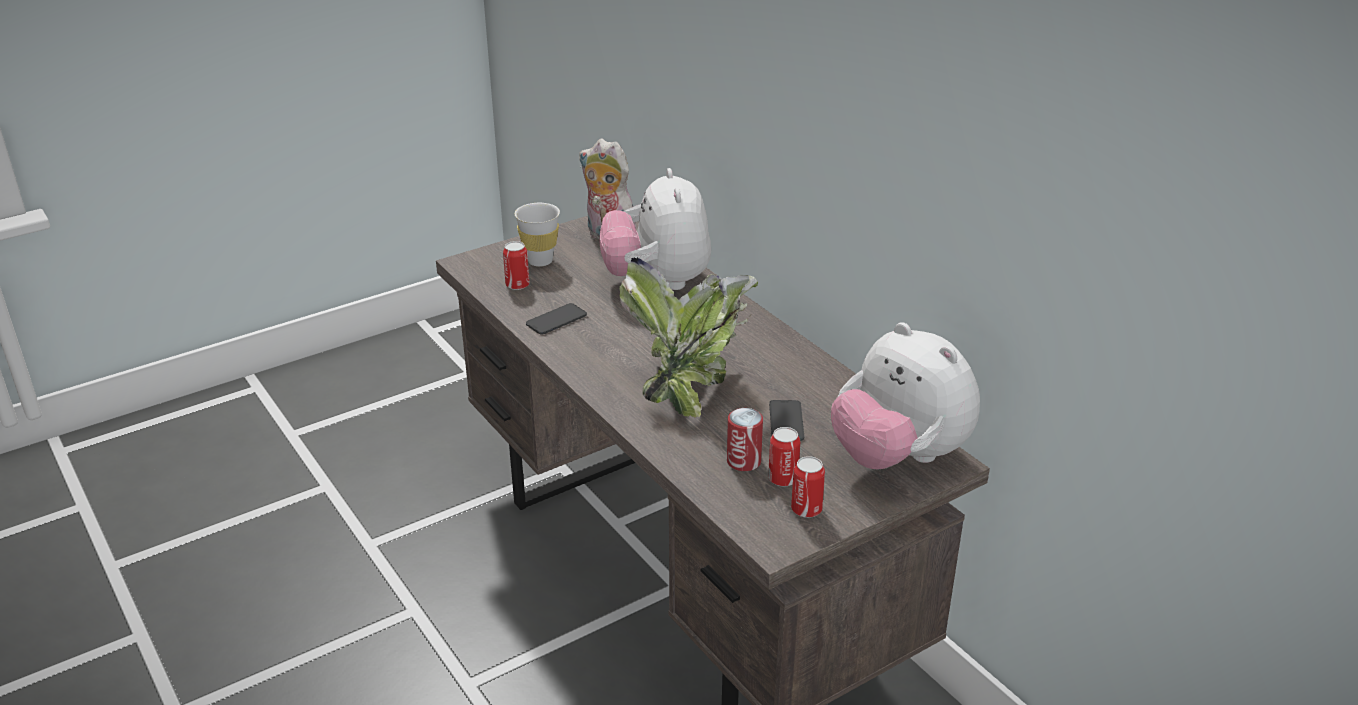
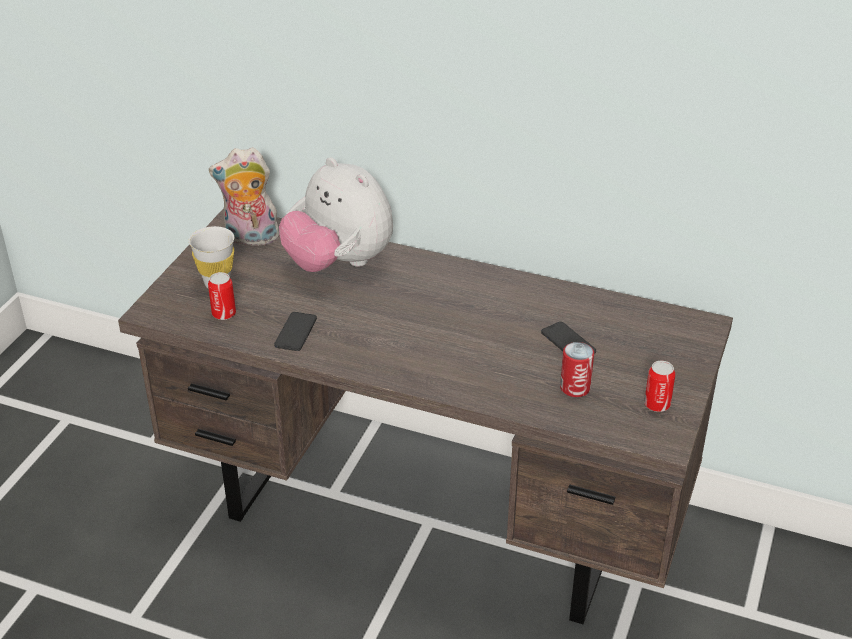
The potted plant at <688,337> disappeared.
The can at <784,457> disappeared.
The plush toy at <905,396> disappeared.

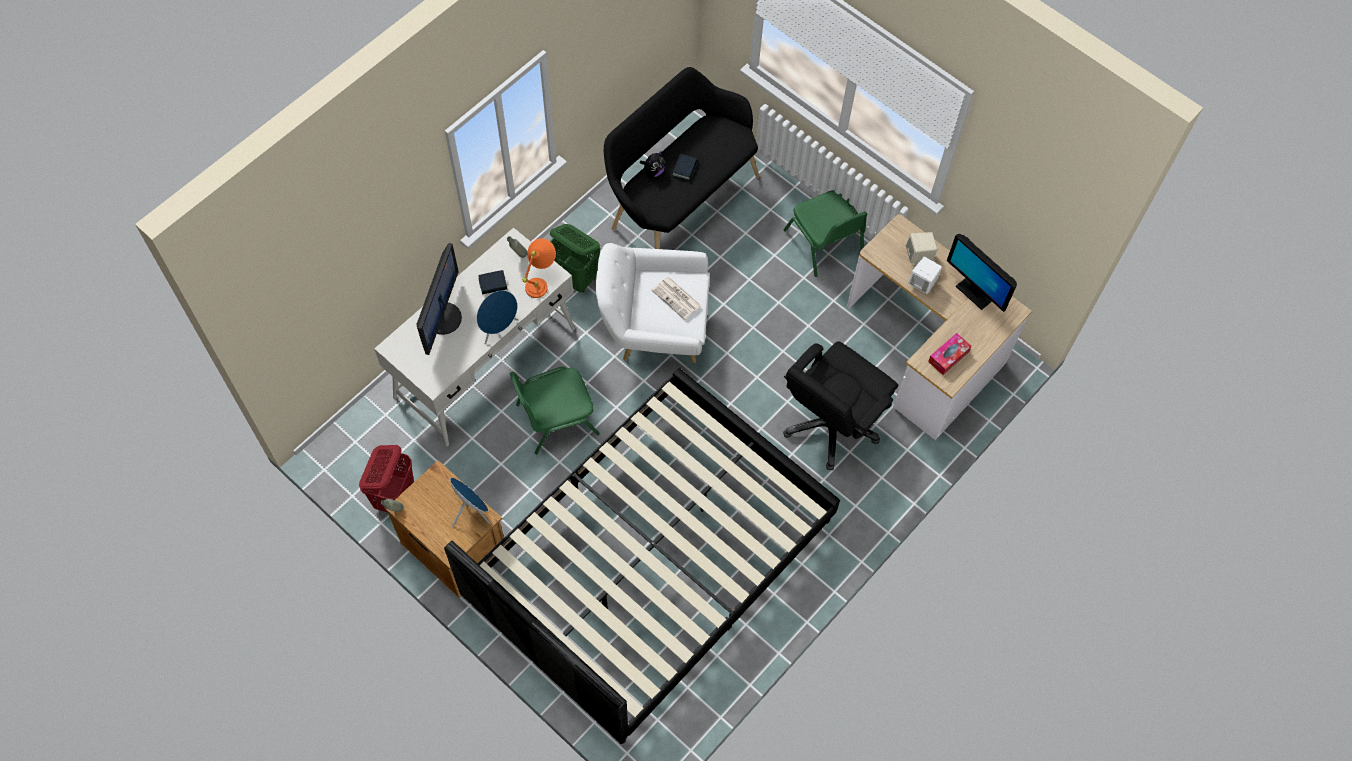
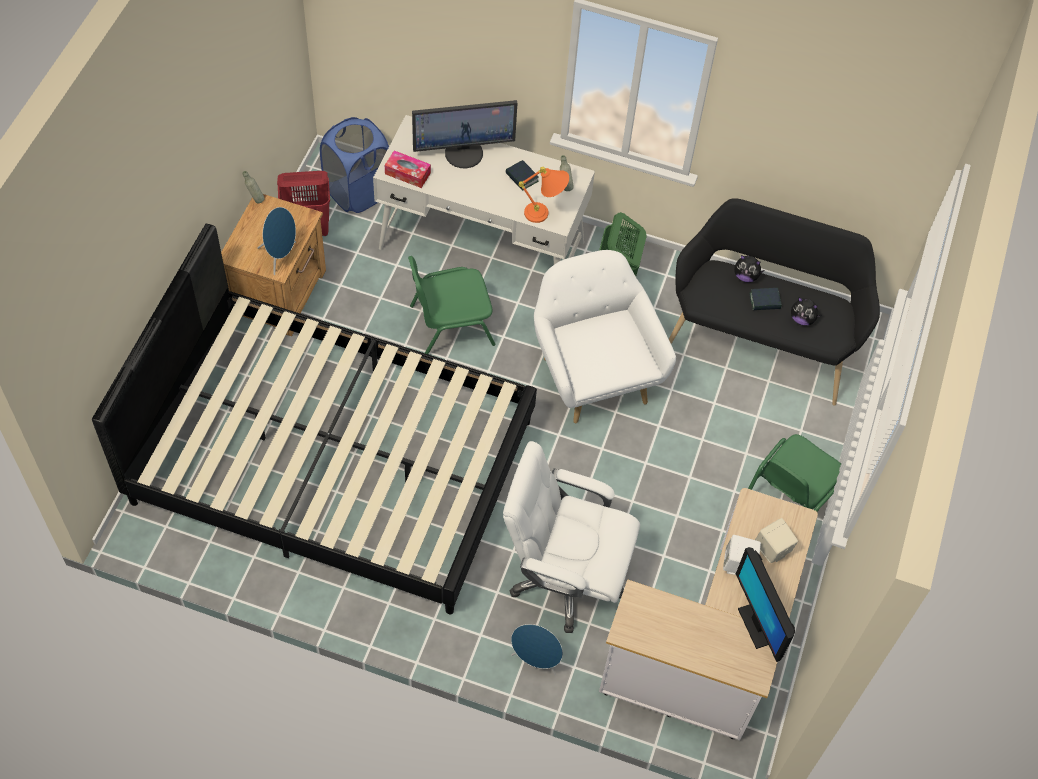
The speaker (blue) moved from <497,317> to <537,650>.
The chair (green) at <555,410> turned 60 degrees counterclockwise.
The newspaper at <676,298> disappeared.
The office chair (black) at <840,405> became the office chair (white) at <571,537>.
The tissue box moved from <950,354> to <408,169>.
The monitor at <982,273> turned 45 degrees counterclockwise.
The laundry basket (blue) at <354,165> appeared.
The plush toy at <806,311> appeared.

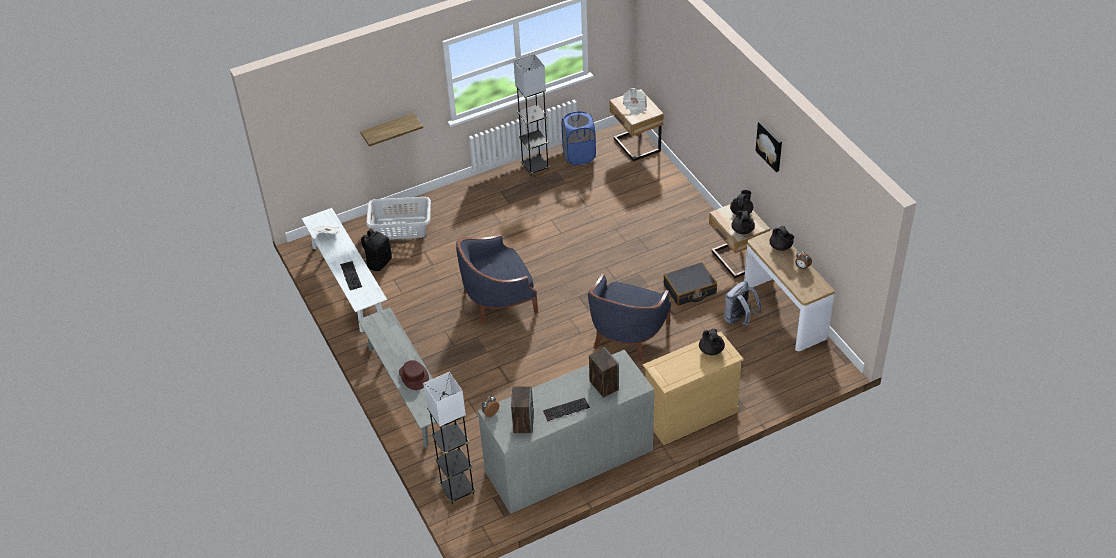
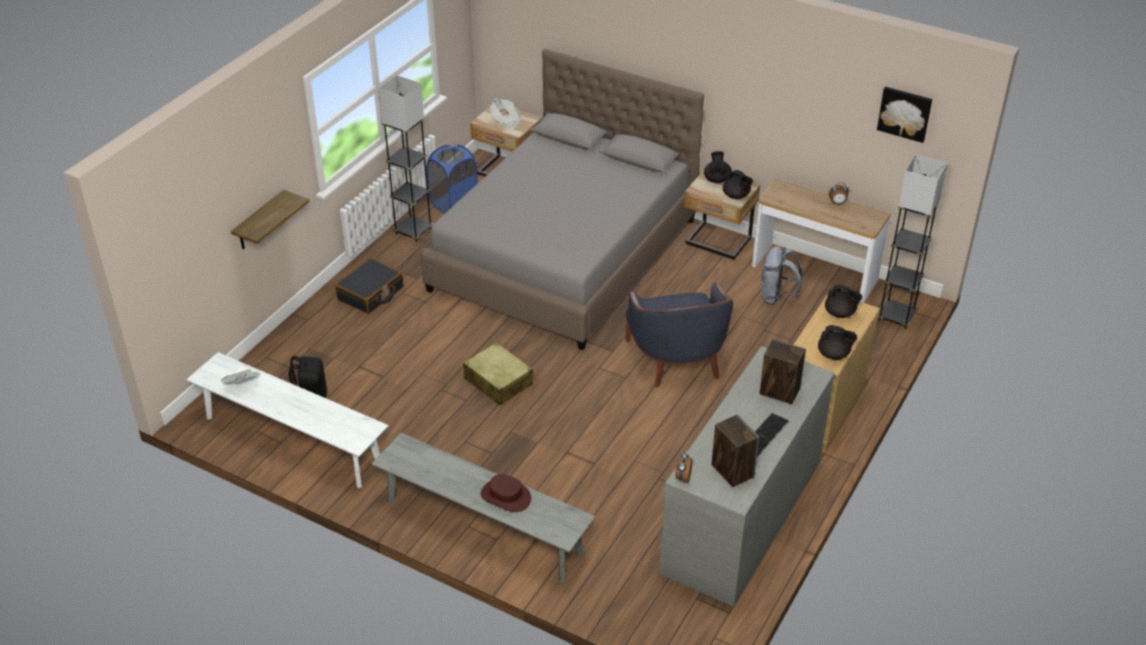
The keyboard at <351,275> disappeared.
The laundry basket (grey) at <398,218> disappeared.
The floor lamp (grey) moved from <449,438> to <913,241>.
The armchair (blue) at <497,279> was replaced by the suitcase (beige) at <498,373>.
The suitcase (black) moved from <690,284> to <369,286>.
The picture moved from <768,146> to <904,115>.
The teapot (black) moved from <781,238> to <837,342>.
The bed (grey) at <562,199> appeared.

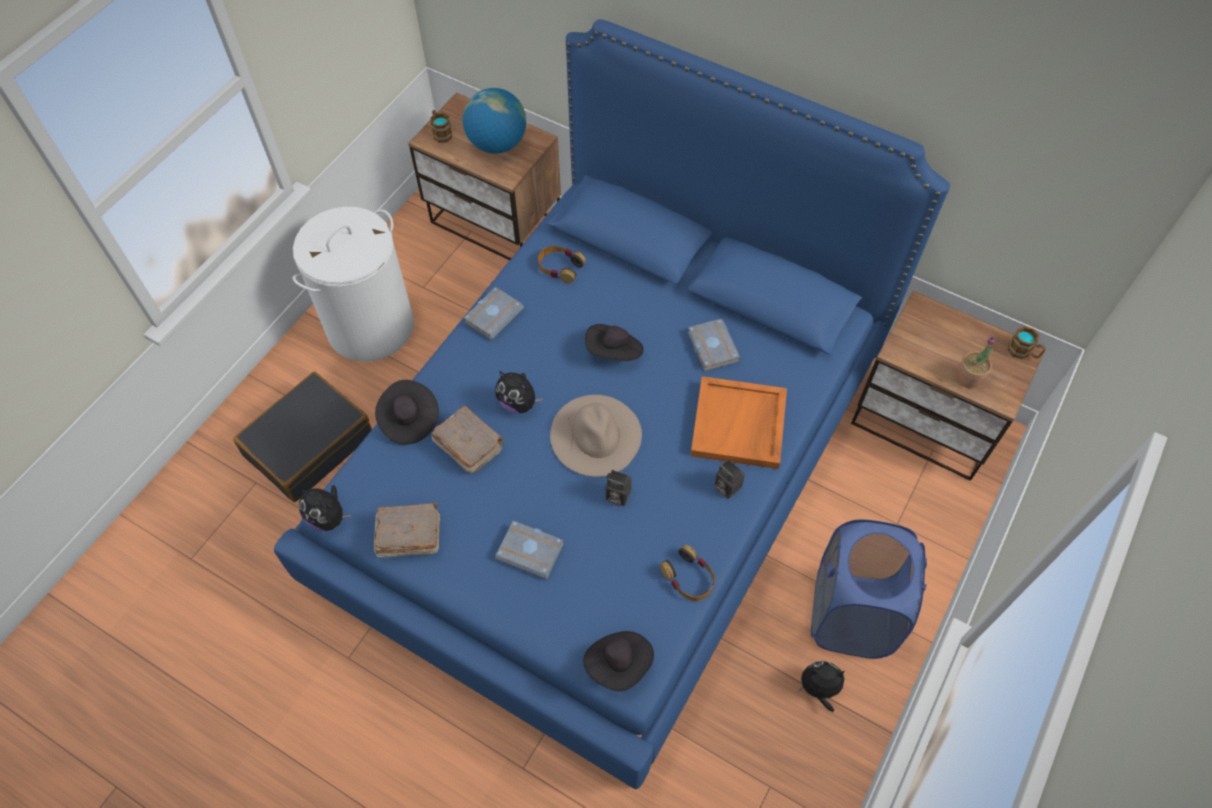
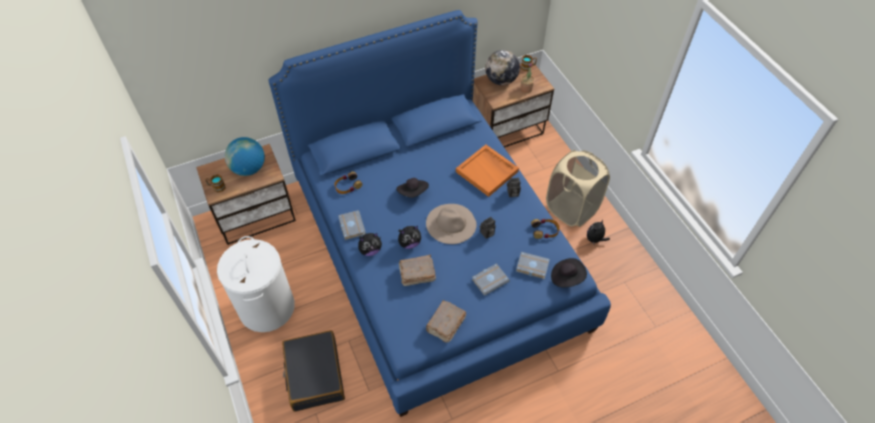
The plush toy moved from <325,508> to <370,244>.
The hat (black) at <407,412> disappeared.
The book (grey) moved from <714,345> to <533,265>.
The laundry basket (blue) at <869,589> became the laundry basket (beige) at <578,188>.
The globe at <502,67> appeared.

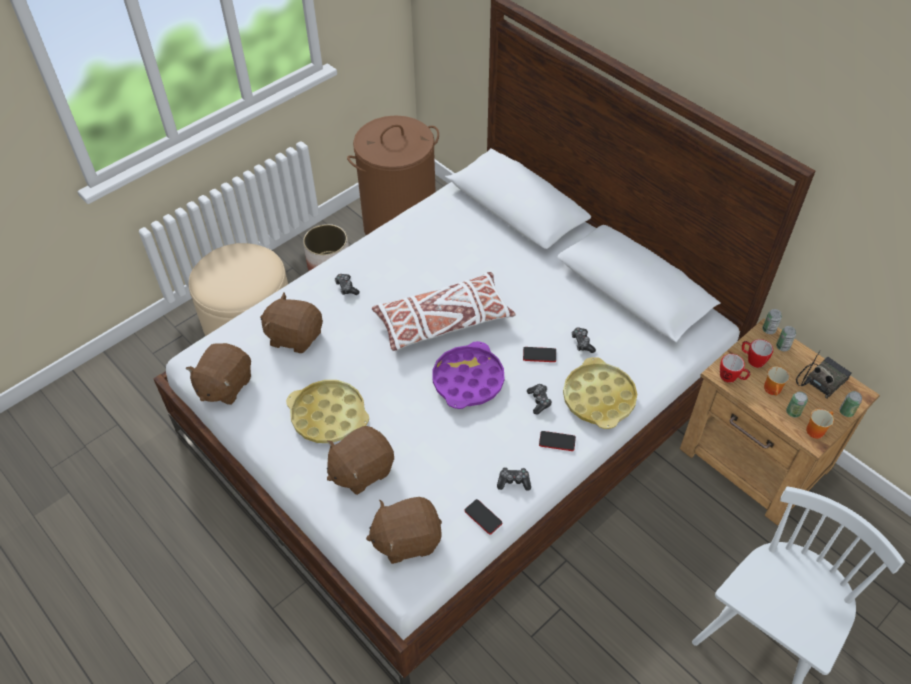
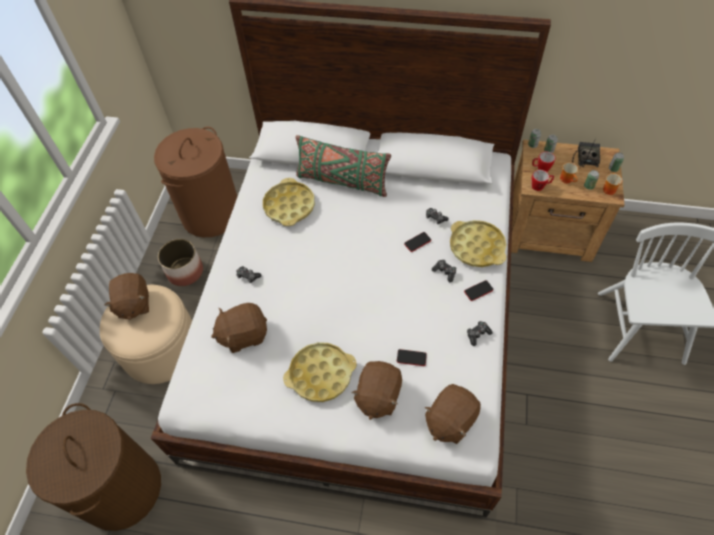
The plush toy (brown) moved from <218,374> to <126,296>.
The pillow (white) at <444,311> disappeared.
The tray (purple) at <468,375> disappeared.
The phone moved from <483,517> to <412,357>.
The laundry basket (brown) at <93,467> appeared.
The tray (yellow) at <289,202> appeared.
The pillow (green) at <343,166> appeared.

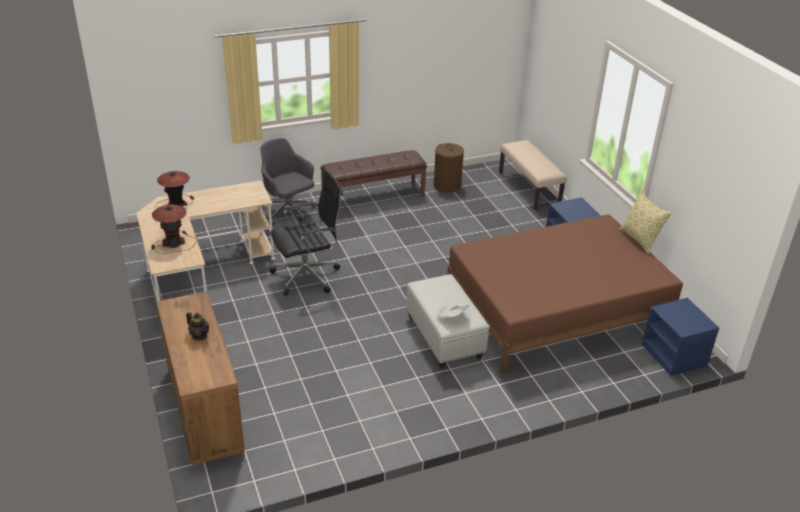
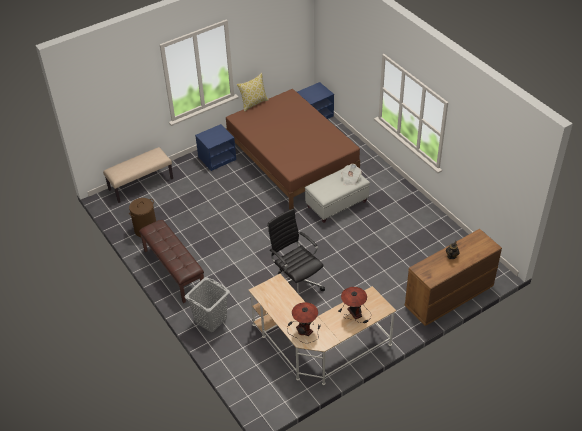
The office chair (grey) at <288,181> was replaced by the laundry basket (grey) at <207,304>.

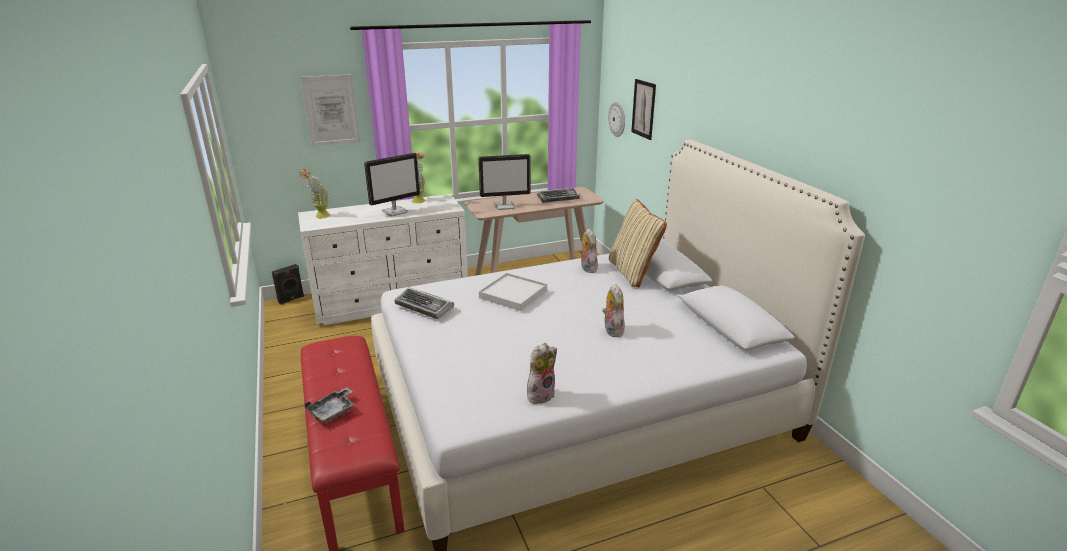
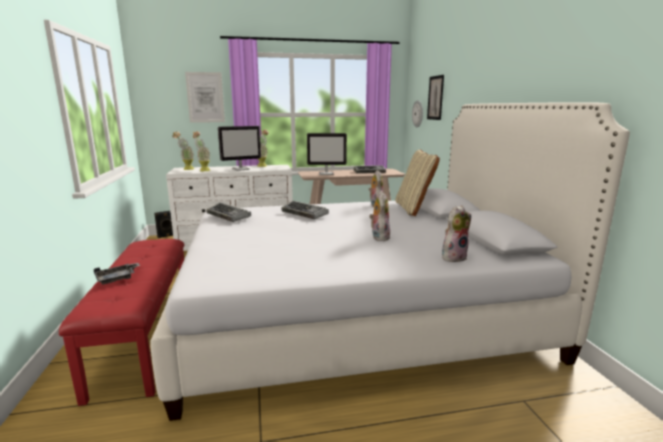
The tray (white) at <513,292> was replaced by the keyboard at <305,210>.
The plush toy moved from <542,373> to <456,233>.
The potted plant at <201,151> appeared.

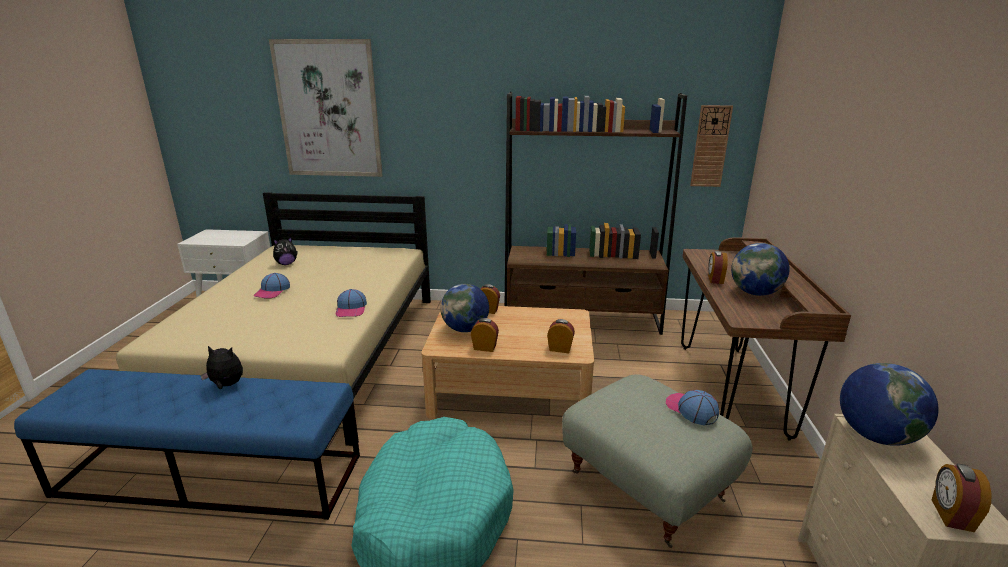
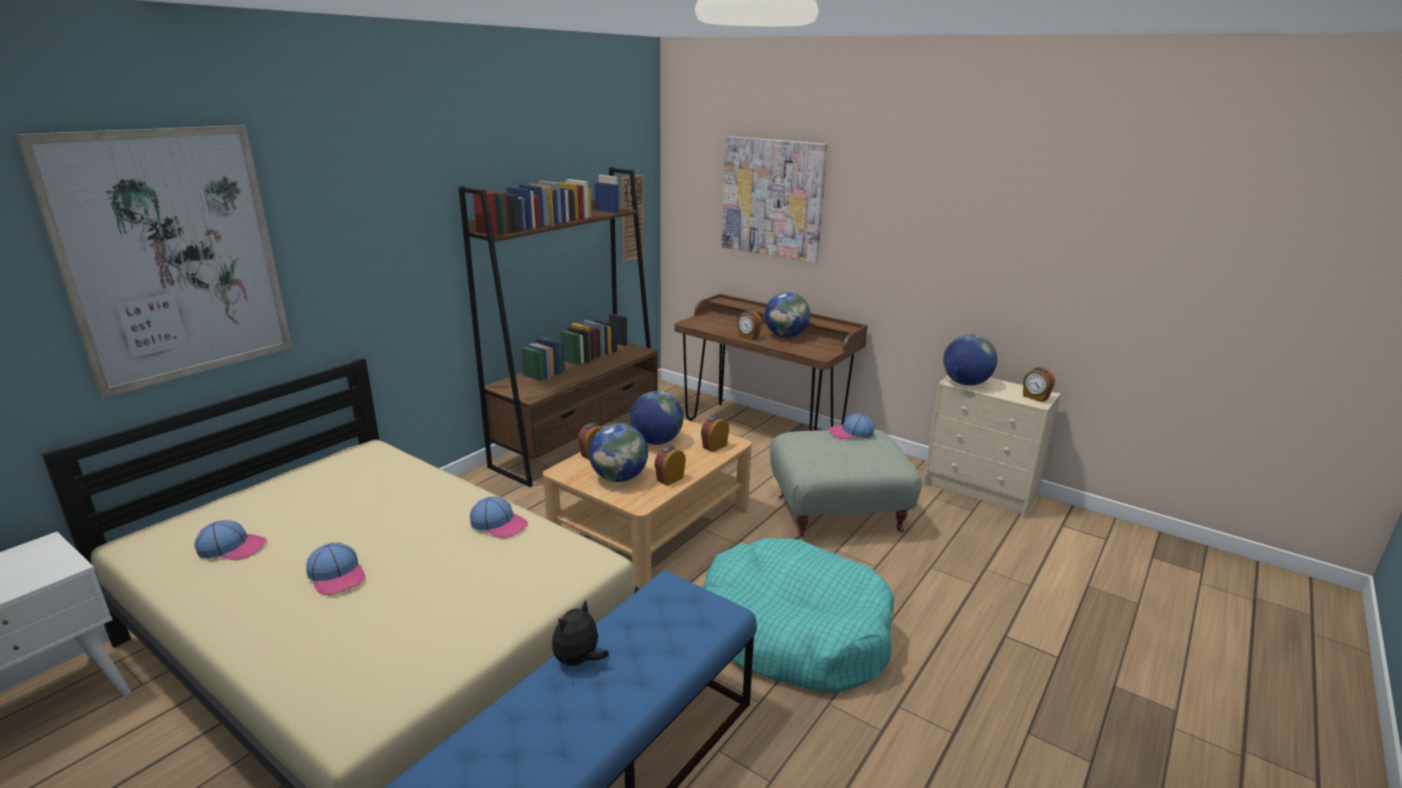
The plush toy at <285,251> was replaced by the cap at <230,540>.
The globe at <656,418> appeared.
The picture at <775,199> appeared.

